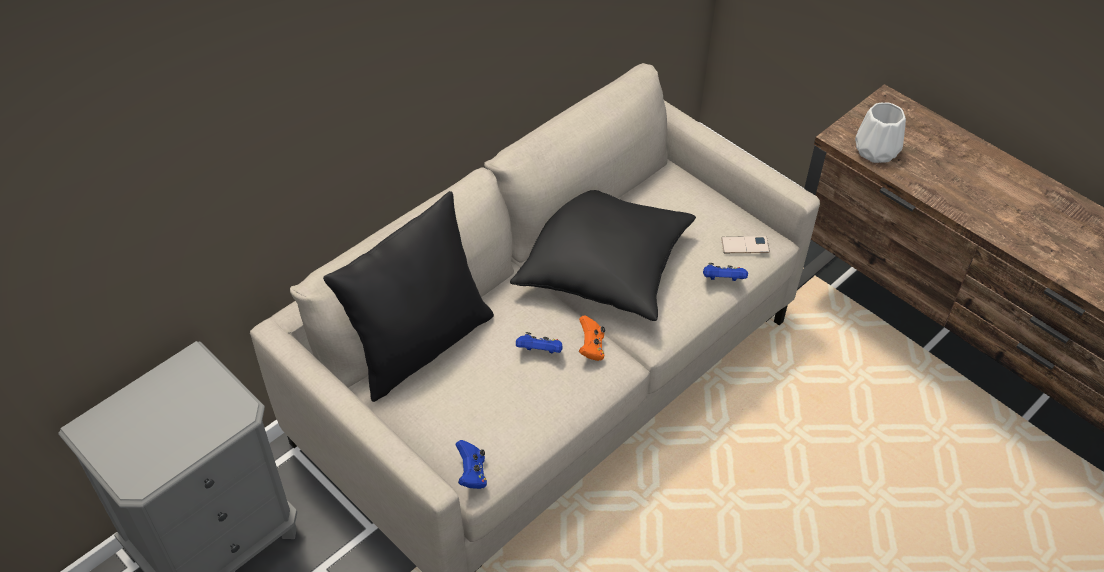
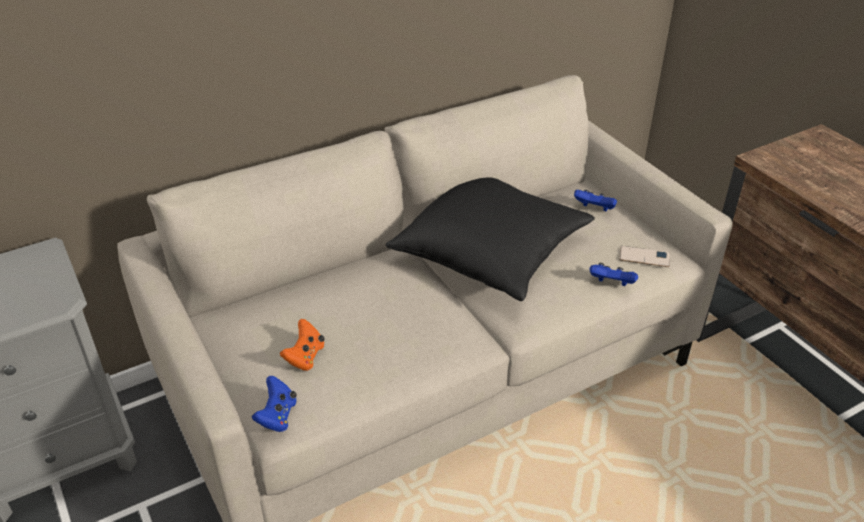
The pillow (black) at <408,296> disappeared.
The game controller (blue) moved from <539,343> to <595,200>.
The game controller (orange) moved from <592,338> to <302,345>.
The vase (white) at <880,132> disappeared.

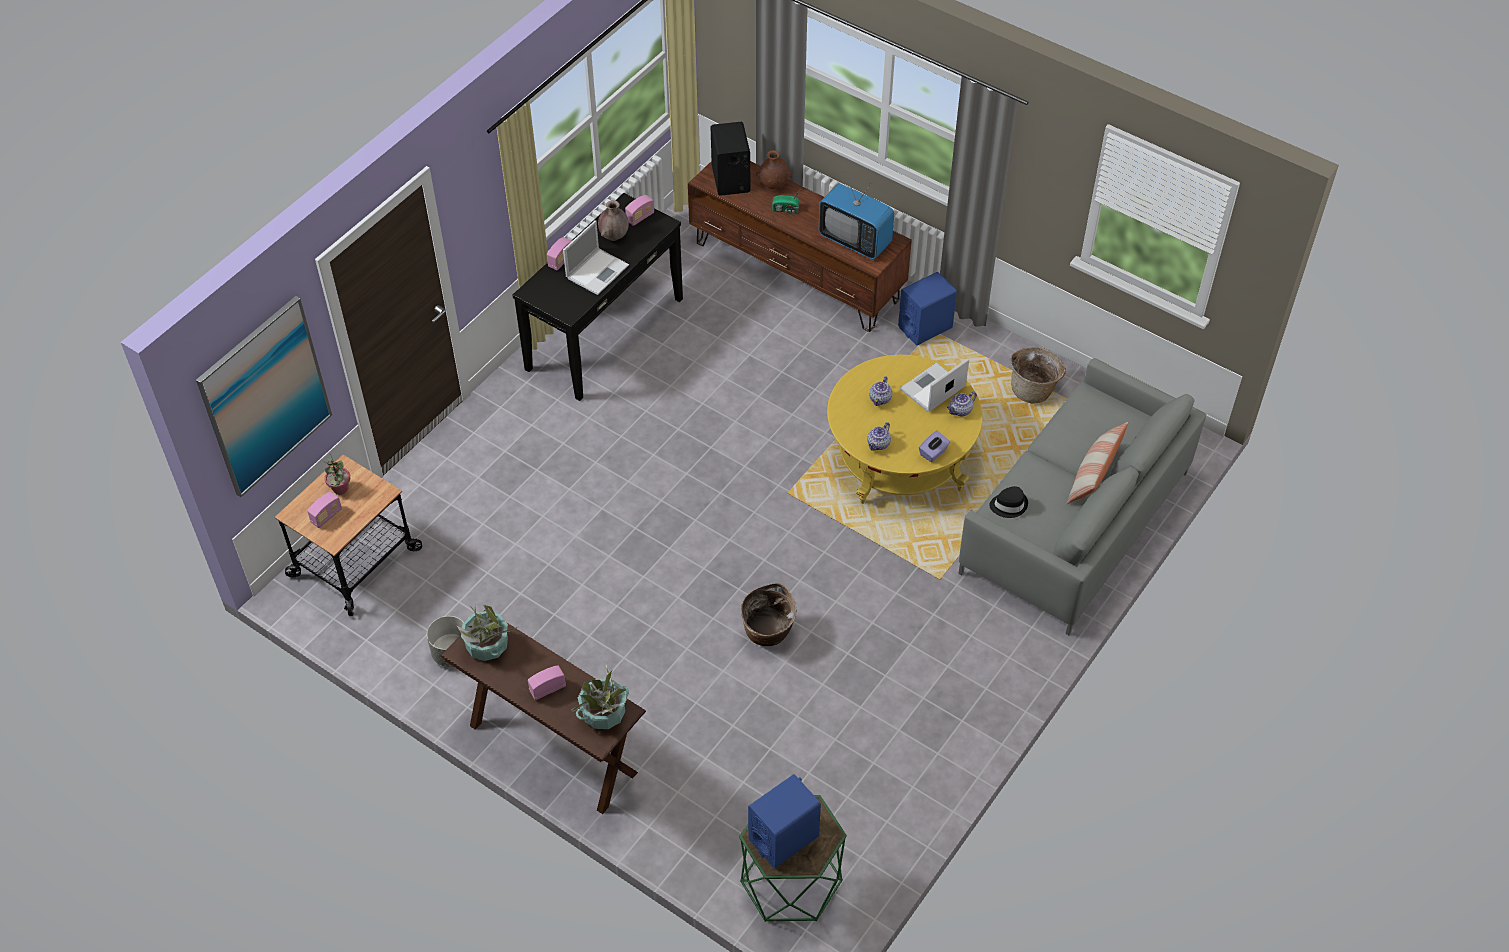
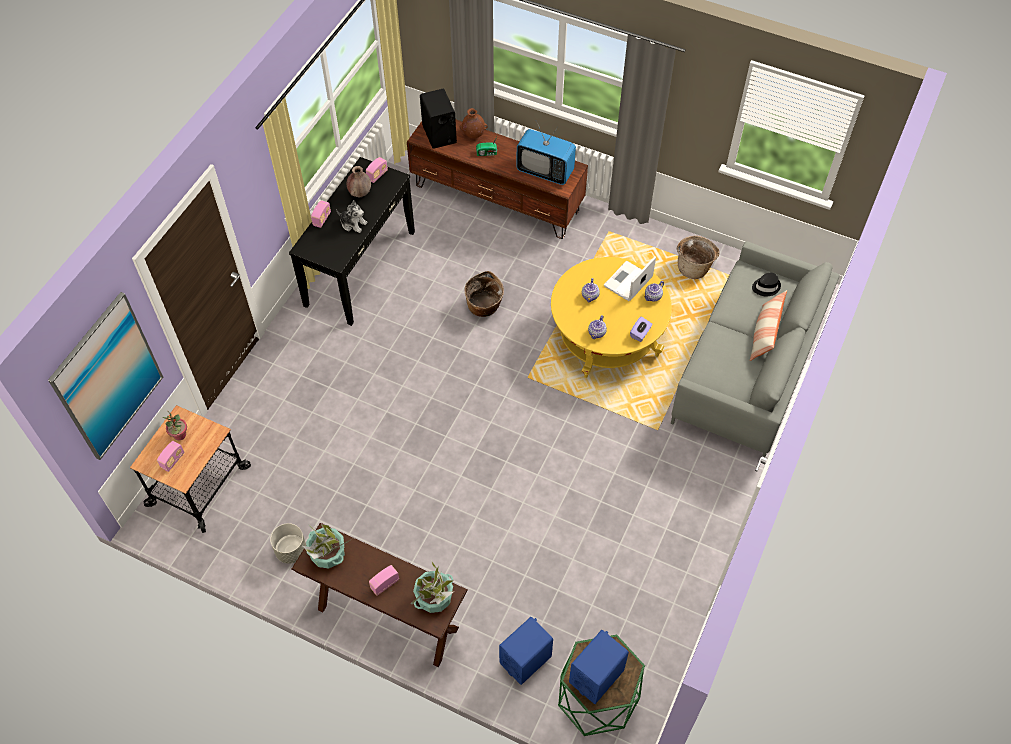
The laptop at <596,257> was replaced by the plush toy at <351,216>.
The basket moved from <768,614> to <484,294>.
The speaker (blue) moved from <927,309> to <526,651>.
The hat (black) moved from <1008,502> to <766,284>.

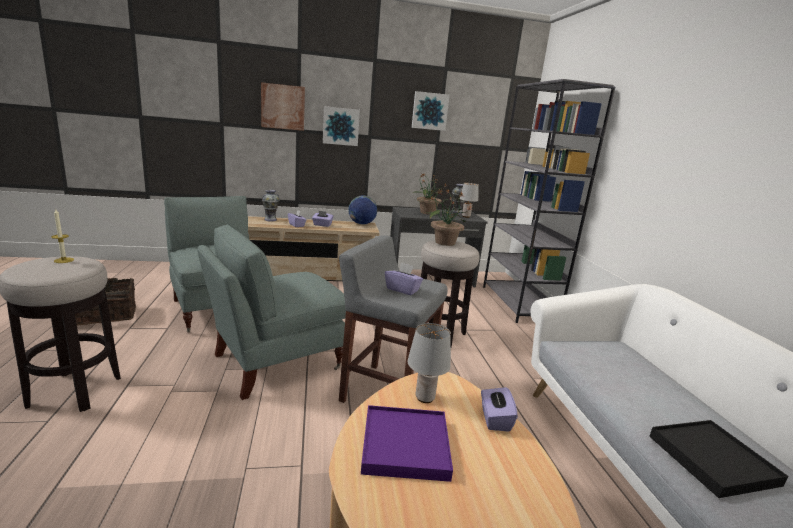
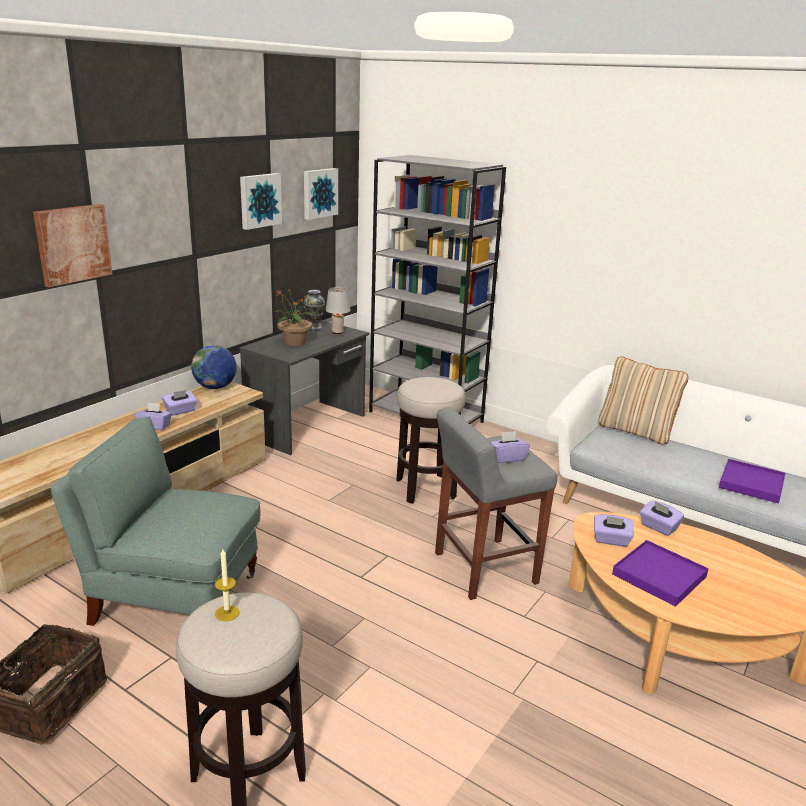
The armchair (grey) at <271,312> disappeared.
The vase at <271,206> disappeared.
The picture moved from <341,126> to <321,194>.
The table lamp (grey) at <429,363> was replaced by the tissue box (purple) at <613,530>.
The potted plant at <449,217> disappeared.
The tray (black) at <718,459> became the tray (purple) at <752,481>.
The pillow (beige) at <643,401> appeared.

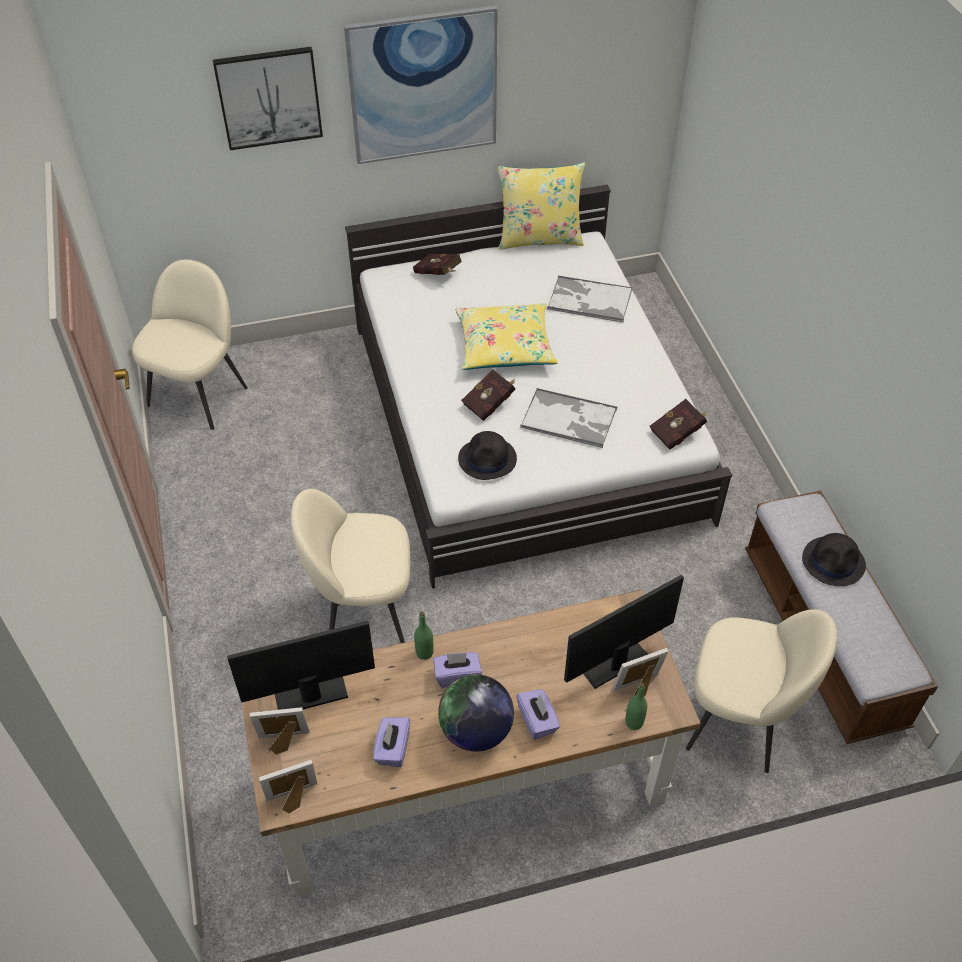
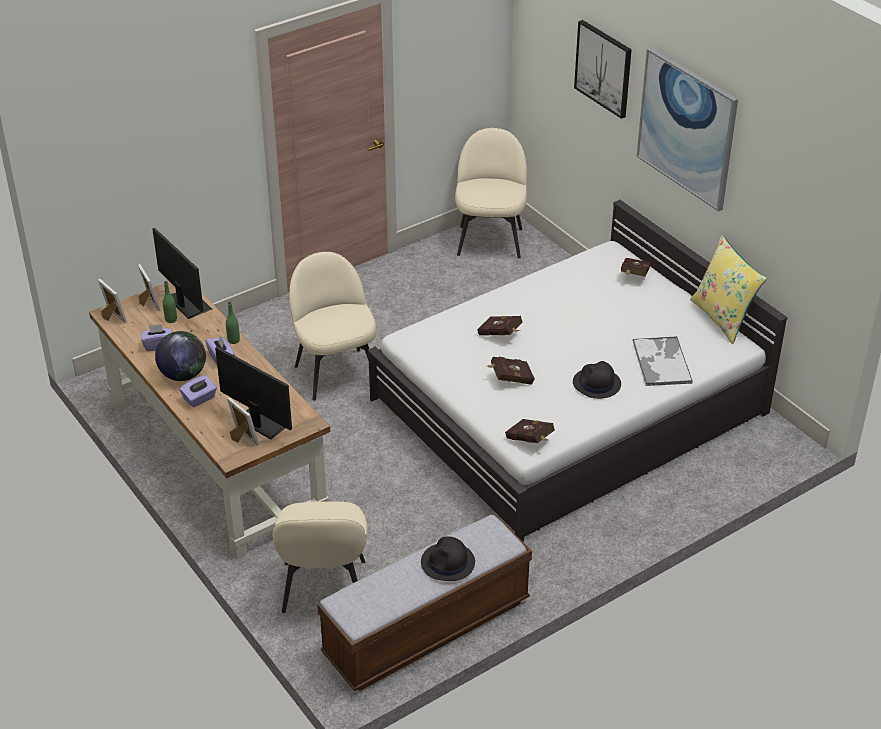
The chair (beige) at <190,345> turned 90 degrees counterclockwise.
The pillow (yellow) at <507,336> disappeared.
The hat (black) moved from <487,455> to <597,380>.
The tray at <568,418> was replaced by the book (red) at <511,371>.
The bottle (green) moved from <636,706> to <170,302>.

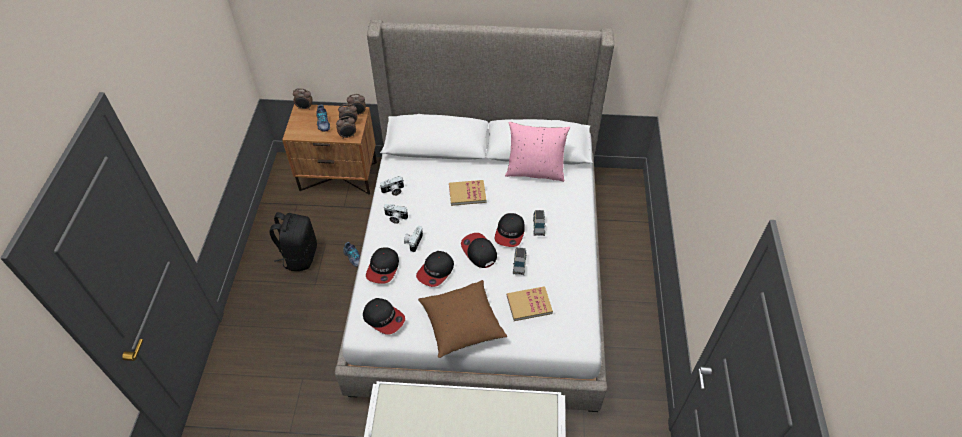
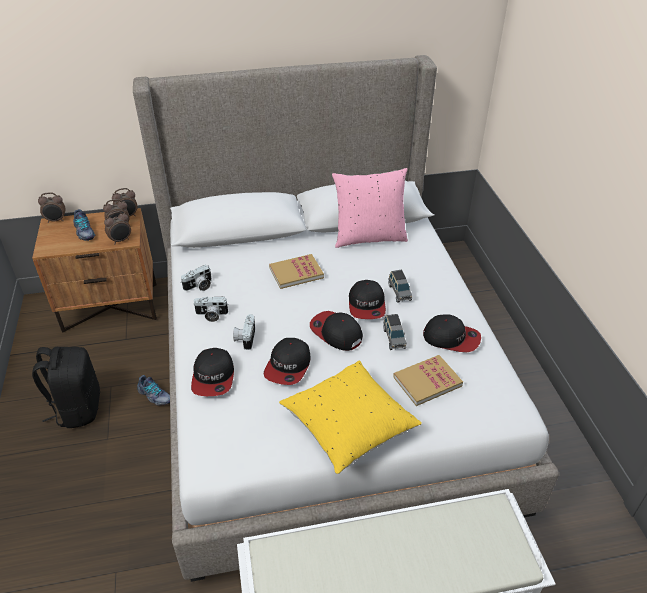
The cap moved from <384,316> to <452,333>.
The pillow (brown) at <462,319> became the pillow (yellow) at <350,417>.

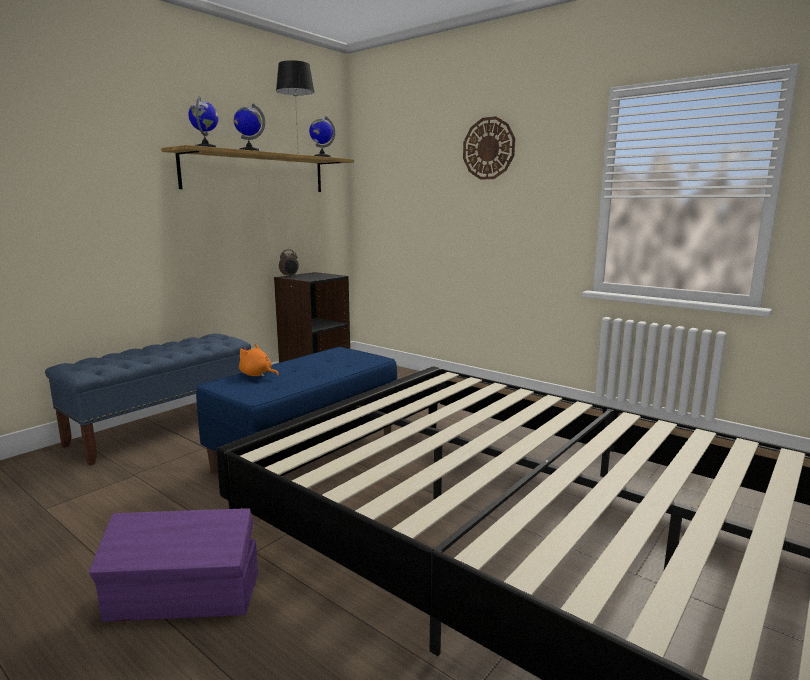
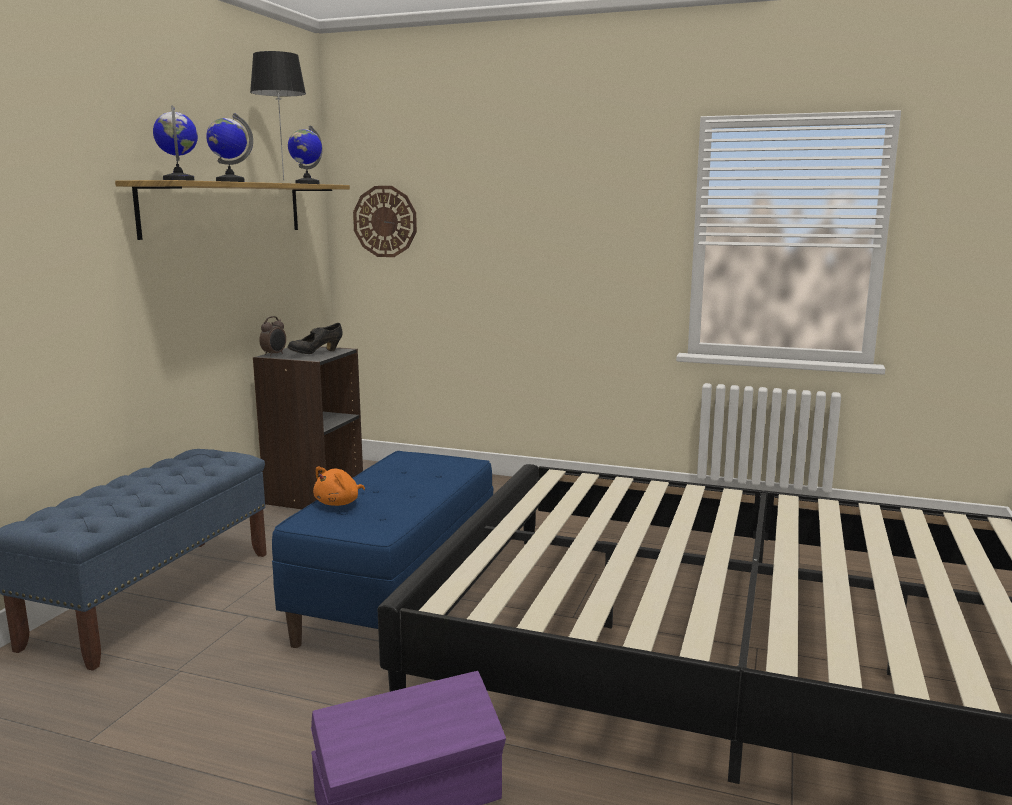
The plush toy (orange) at <259,360> turned 60 degrees counterclockwise.
The wall clock moved from <489,148> to <385,221>.
The shoe (black) at <314,338> appeared.

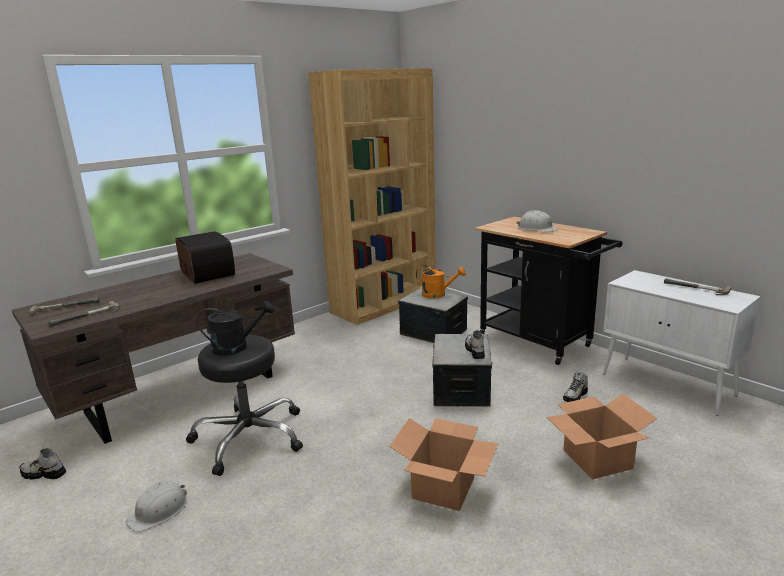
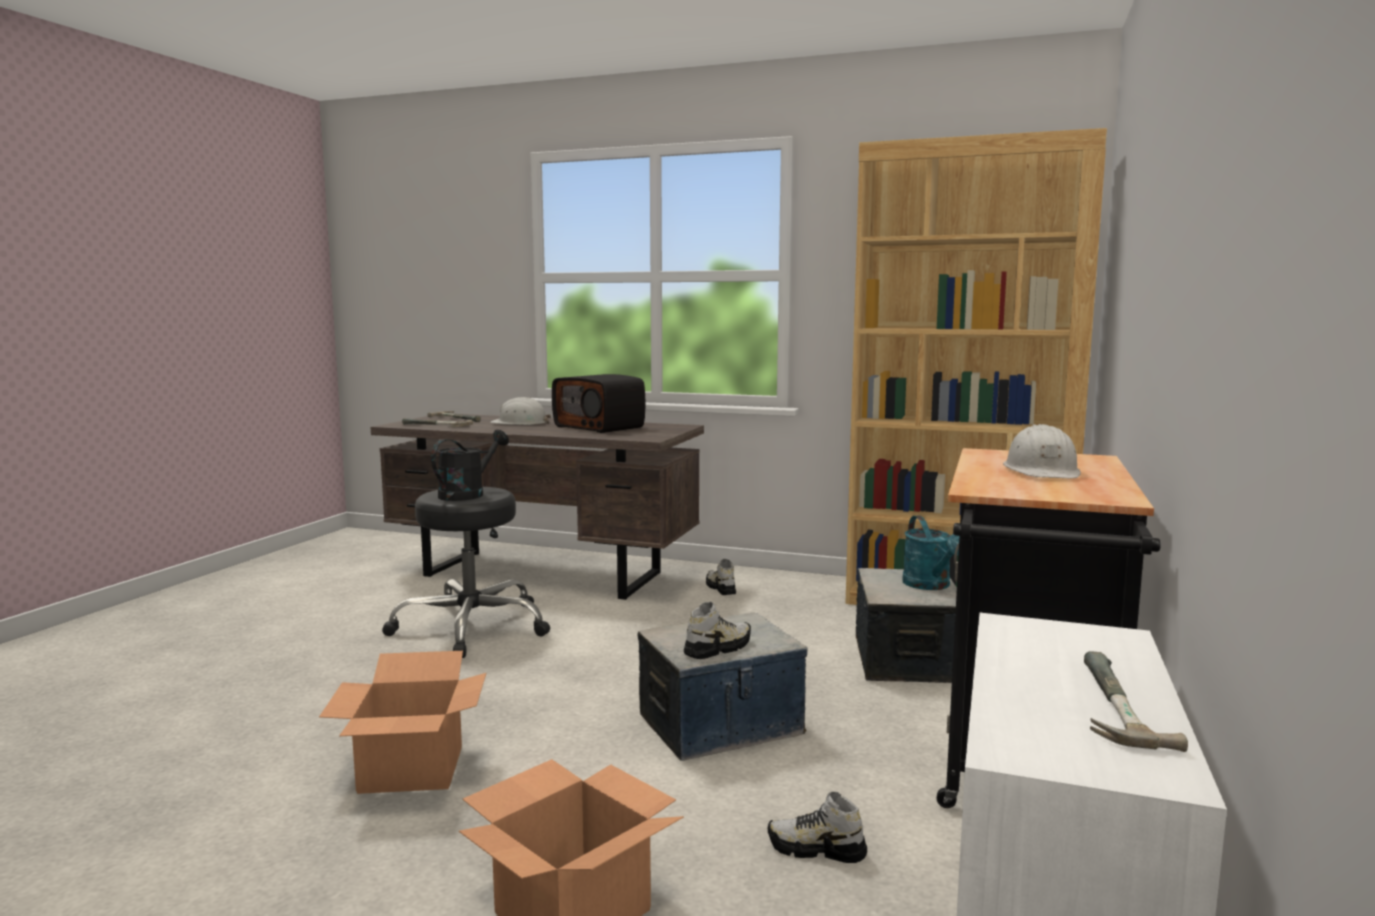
The shoe moved from <42,463> to <721,577>.
The hard hat (white) moved from <156,506> to <520,411>.
The radio at <205,257> turned 105 degrees clockwise.
The watering can (black) at <235,328> turned 105 degrees counterclockwise.
The watering can (orange) at <441,282> became the watering can (turquoise) at <930,553>.

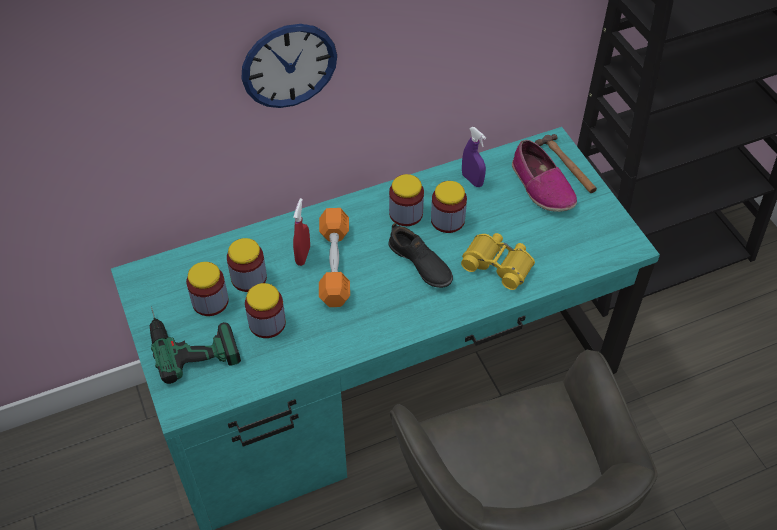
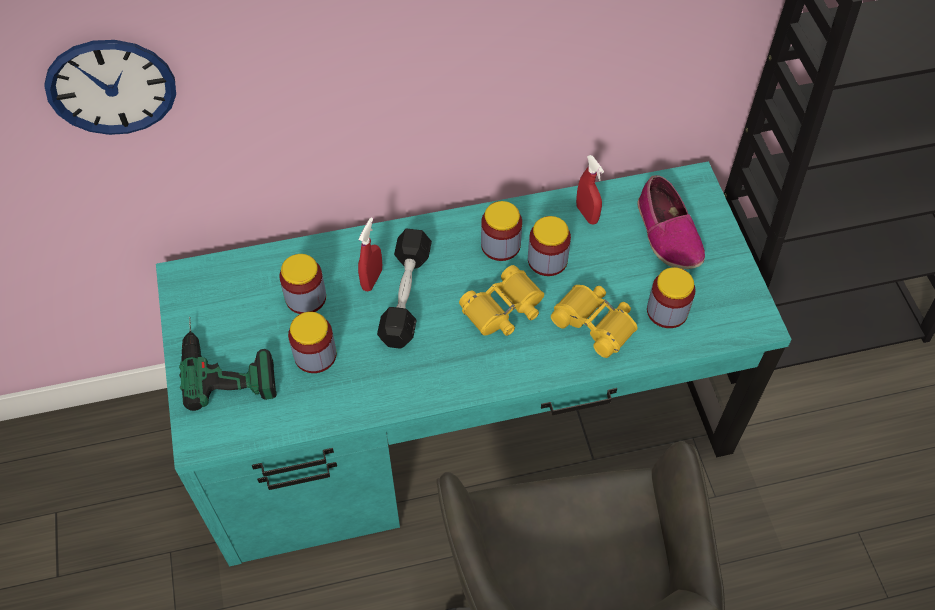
The jar moved from <207,289> to <671,297>.
The wall clock moved from <289,66> to <110,87>.
The dumbbell (orange) at <334,257> became the dumbbell (black) at <404,288>.
The shoe (black) at <420,255> was replaced by the binoculars (yellow) at <501,300>.
The spray bottle (purple) at <474,157> became the spray bottle (red) at <590,190>.
The hammer at <566,163> disappeared.

